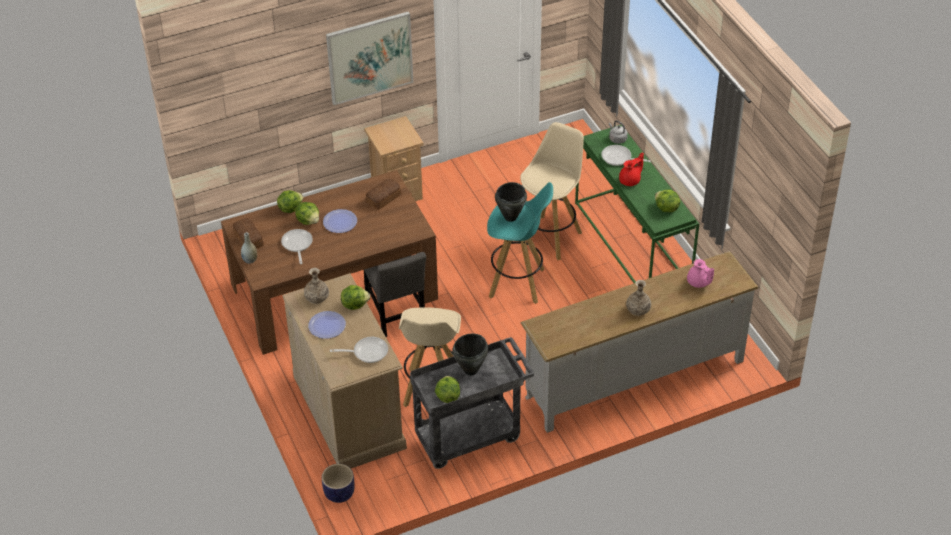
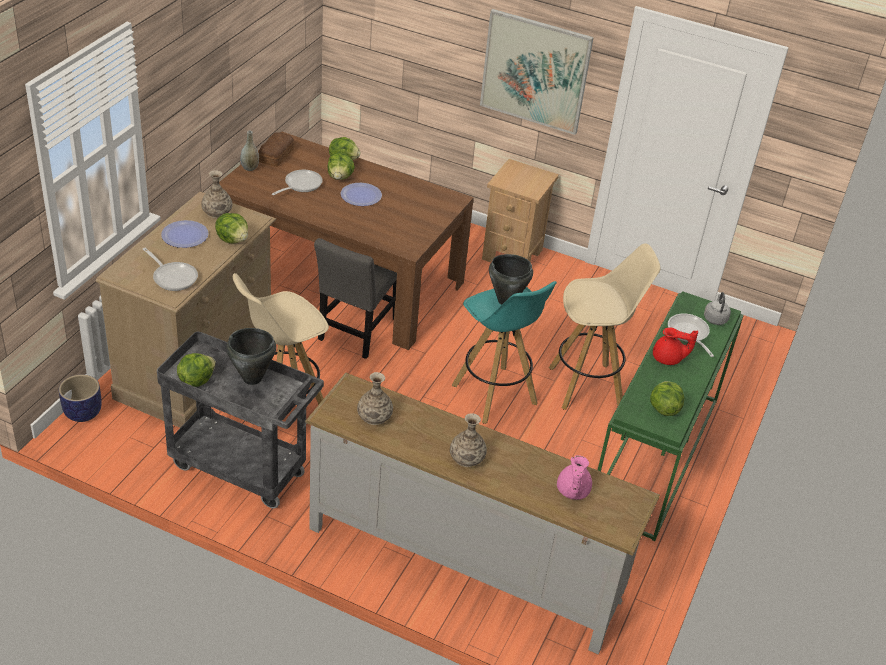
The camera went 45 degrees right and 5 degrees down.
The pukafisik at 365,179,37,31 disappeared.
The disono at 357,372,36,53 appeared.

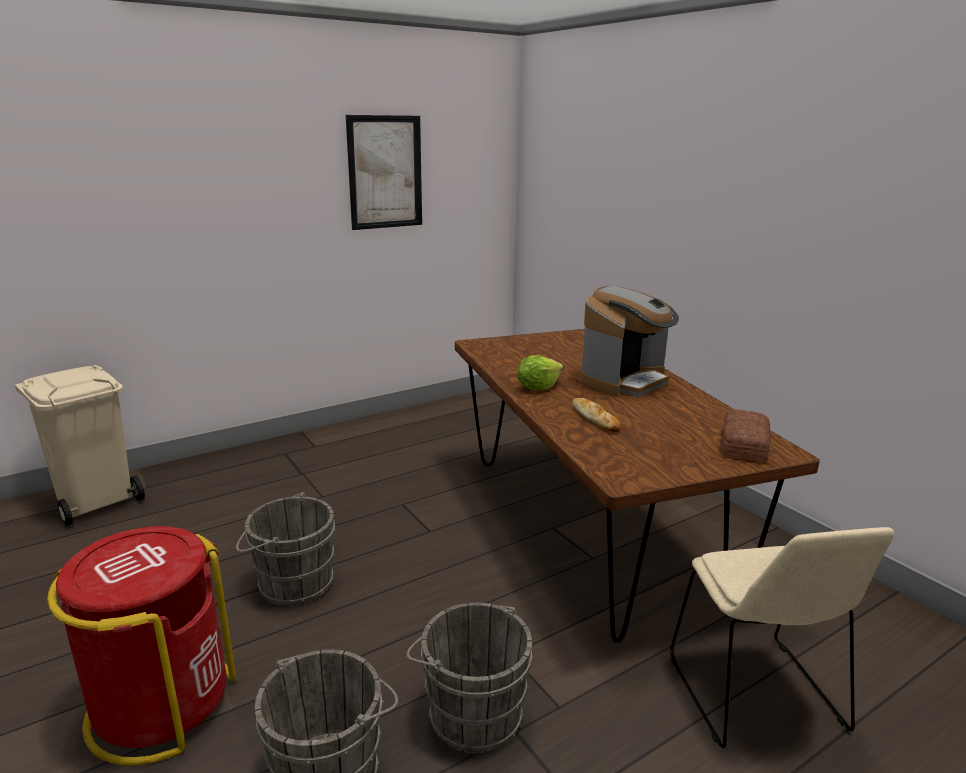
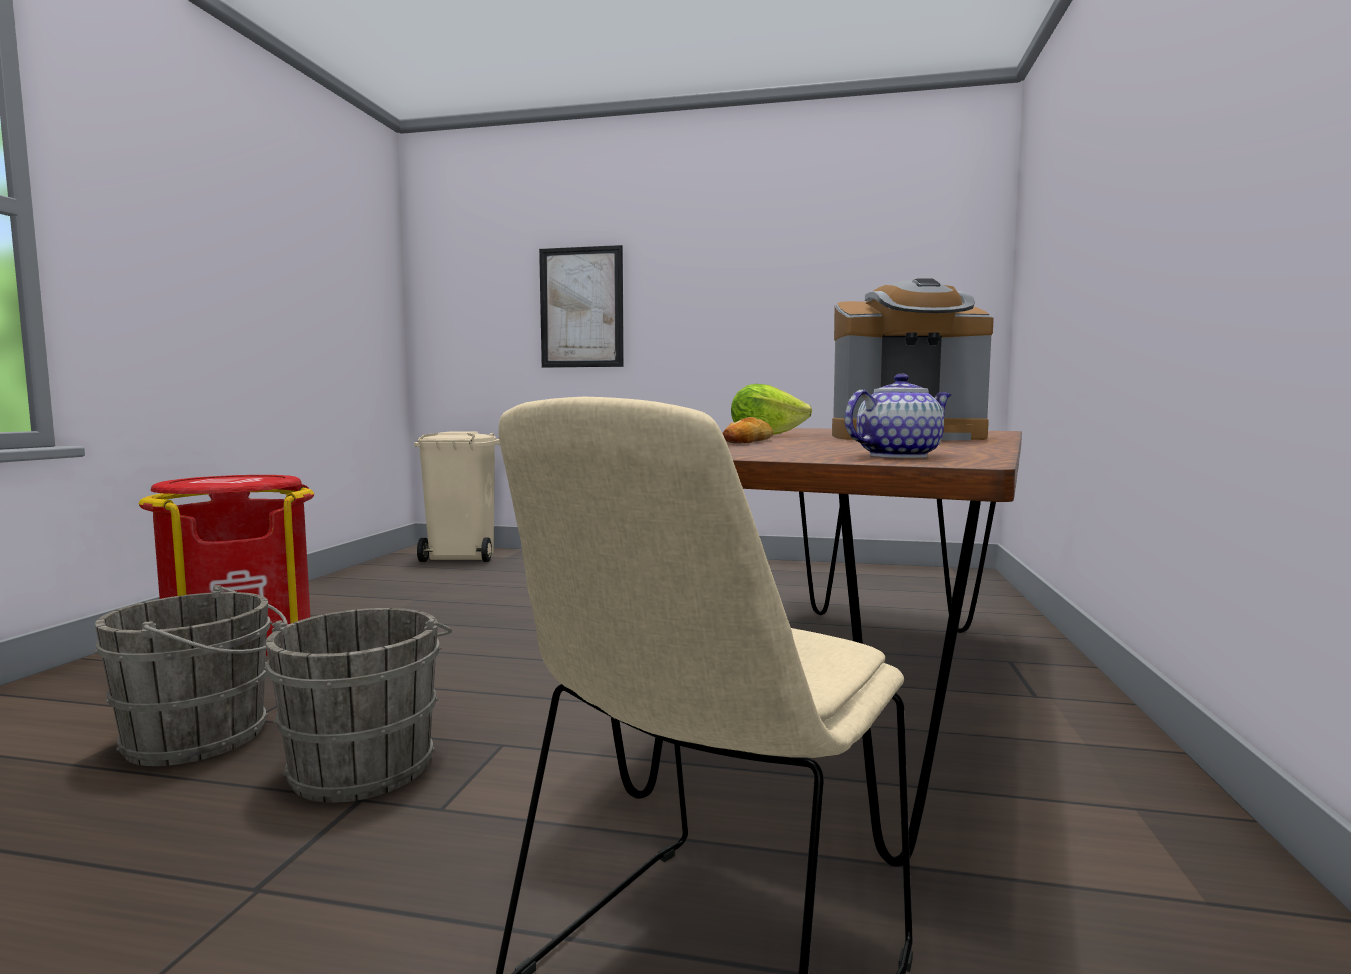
The camera went 45 degrees right and 15 degrees down.
The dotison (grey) at 236,492,99,115 disappeared.
The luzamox moved from 346,115,76,115 to 539,245,85,123.
The pukafisik at 722,409,49,53 was replaced by the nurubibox at 844,374,107,84.

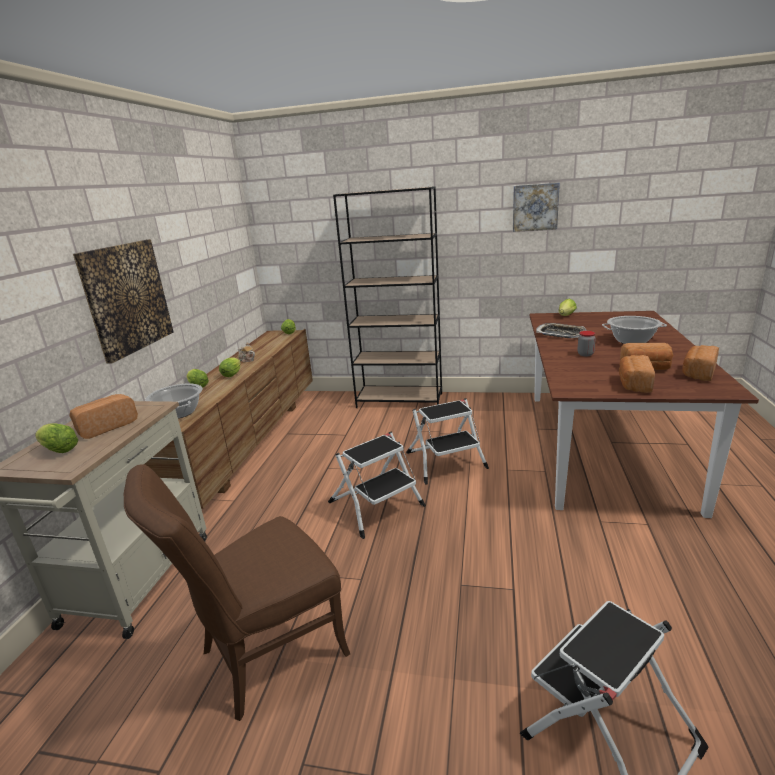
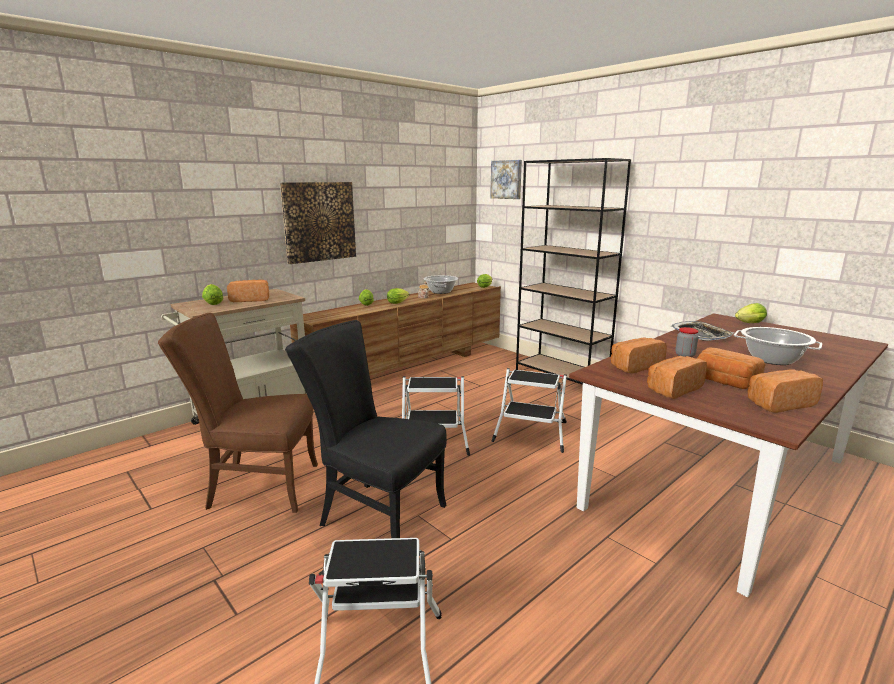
The camera went 35 degrees right and 5 degrees down.
The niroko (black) at 285,320,162,218 appeared.
The pukafisik at 611,338,56,36 appeared.
The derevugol moved from 145,383,58,36 to 424,275,34,19.
The luzamox moved from 513,183,47,49 to 490,160,32,39.

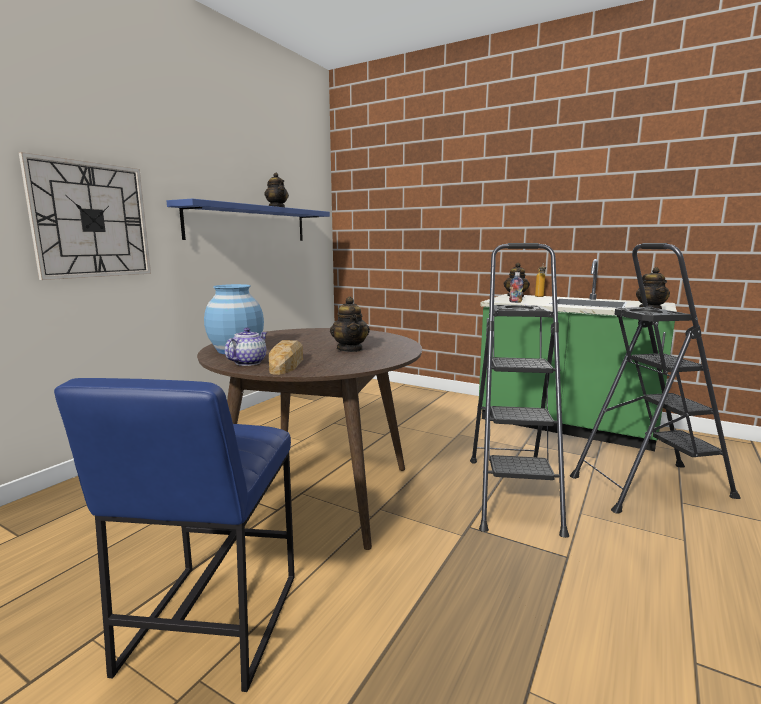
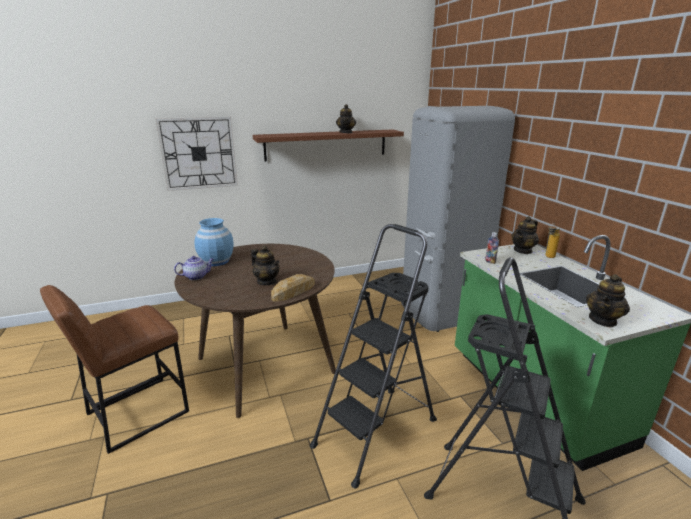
The camera went 40 degrees right and 10 degrees up.
The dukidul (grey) at 401,106,114,226 appeared.
The pukafisik moved from 269,340,34,35 to 271,274,44,28.
The niroko (blue) at 54,378,241,314 became the niroko (brown) at 40,285,149,169.
The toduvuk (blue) at 166,199,164,42 became the toduvuk (brown) at 253,129,151,32.
The nurubibox at 330,297,40,55 turned 75 degrees counterclockwise.

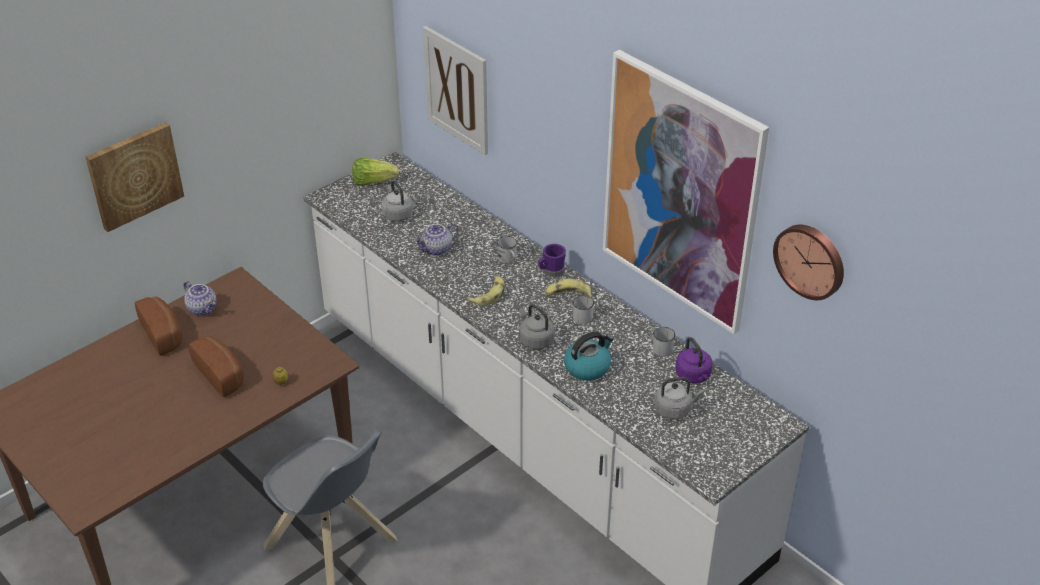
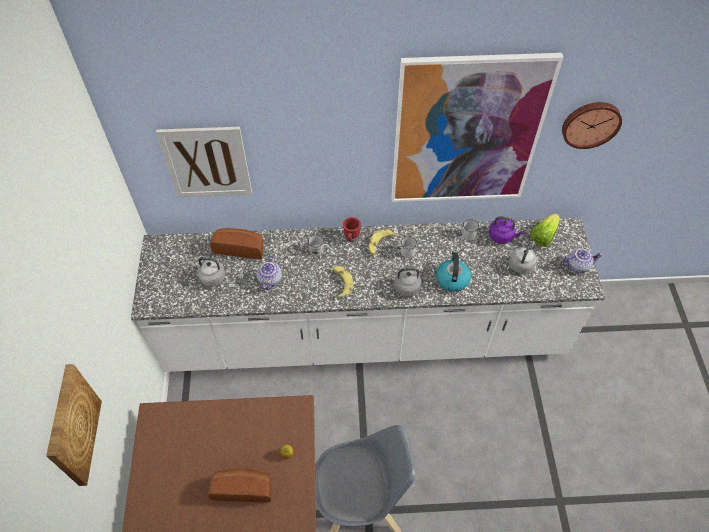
The camera went 50 degrees left and 15 degrees up.
The pukafisik moved from 135,296,48,60 to 210,228,54,31.
The nurubibox moved from 184,281,33,35 to 560,248,43,25.
The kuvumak moved from 352,158,47,28 to 531,214,29,33.
The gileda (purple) at 538,244,28,33 became the gileda (red) at 343,217,18,25.

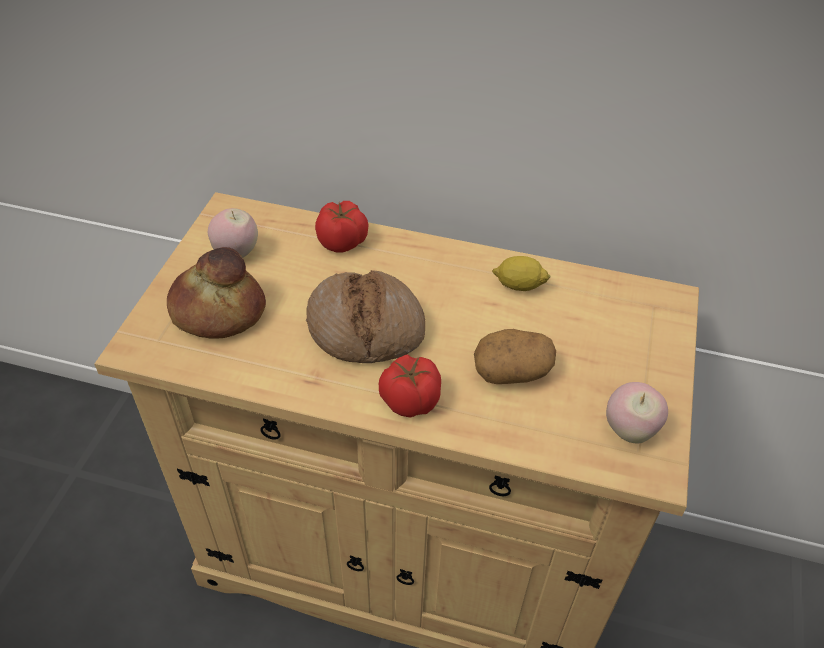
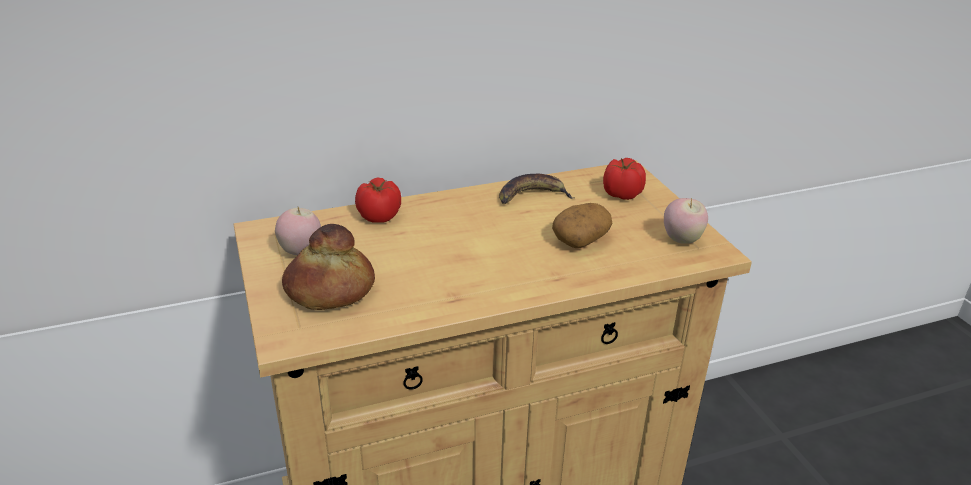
The camera went 35 degrees left and 15 degrees down.
The pukafisik at 306,270,119,93 disappeared.
The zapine moved from 379,354,62,64 to 603,158,43,42.
The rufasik at 492,256,58,35 was replaced by the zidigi at 499,174,76,30.

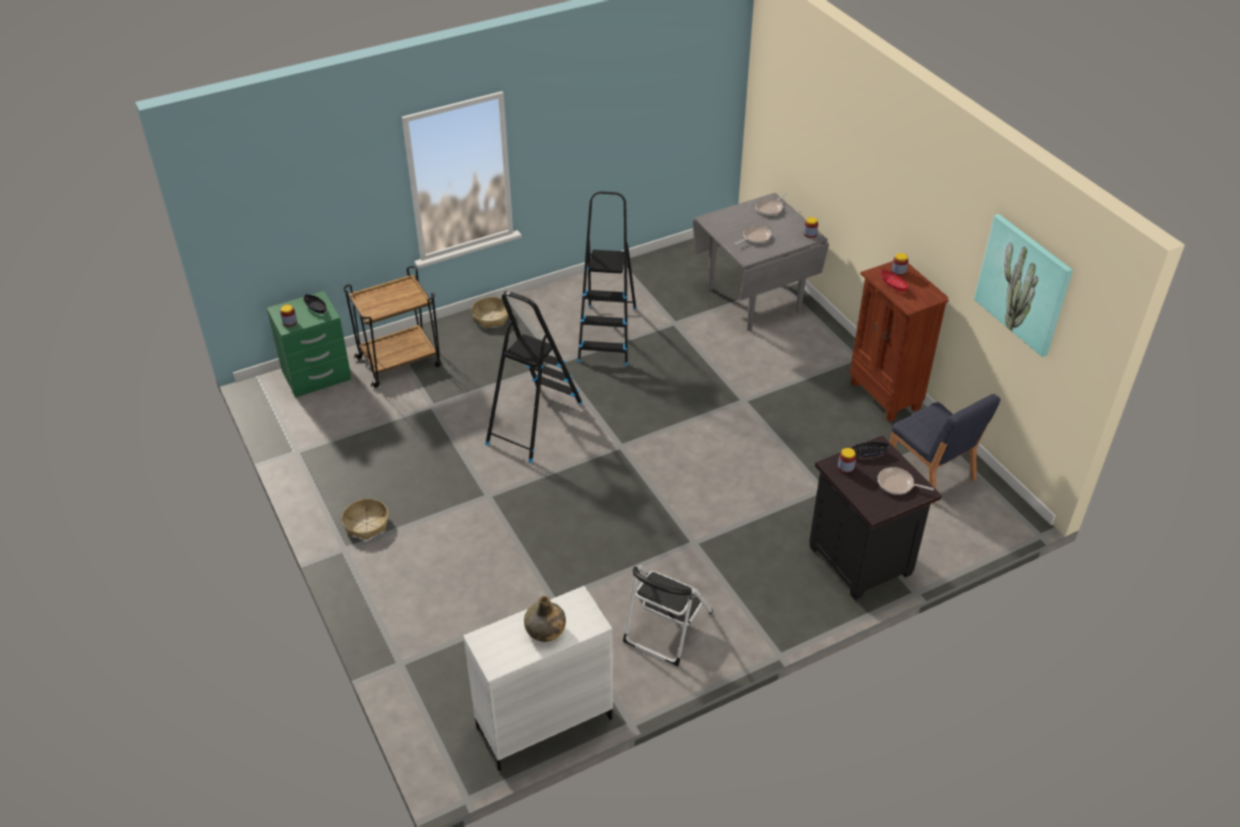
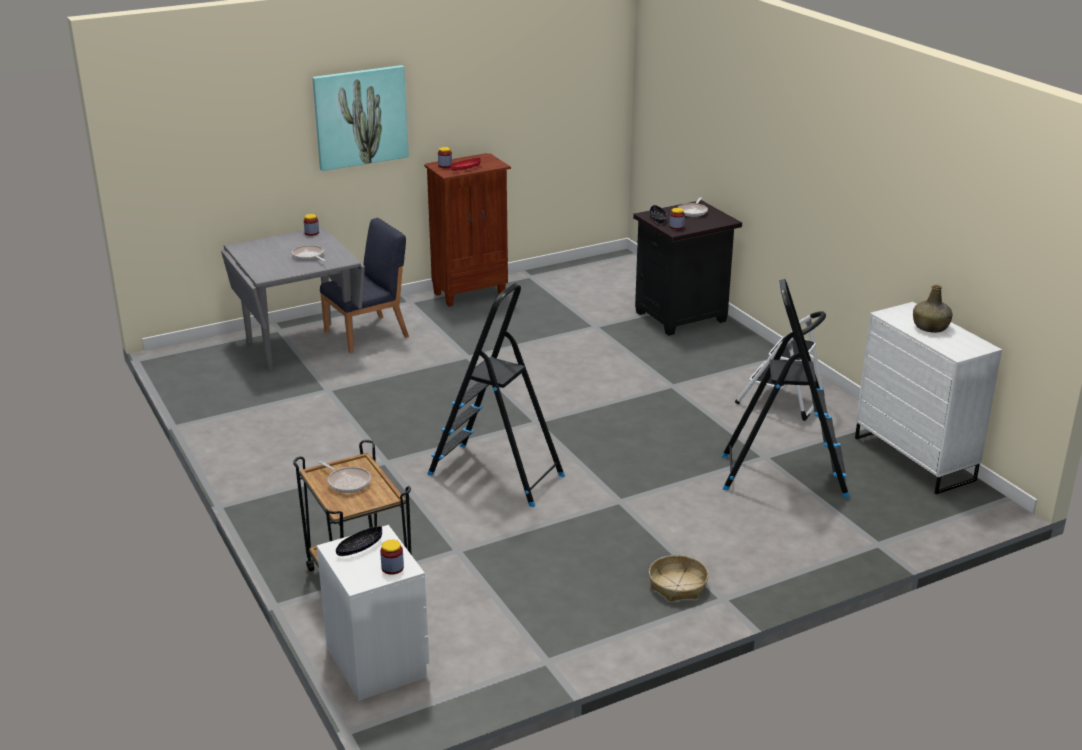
The camera went 90 degrees left and 15 degrees down.
The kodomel at 471,297,38,31 disappeared.
The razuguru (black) moved from 578,191,58,175 to 721,279,129,218.
The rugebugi moved from 755,193,32,23 to 319,461,52,32.
The niroko (blue) moved from 890,394,110,110 to 320,218,89,135.
The luzamox moved from 974,214,99,143 to 312,65,97,106.
The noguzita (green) at 267,291,84,106 became the noguzita (white) at 317,525,112,176.

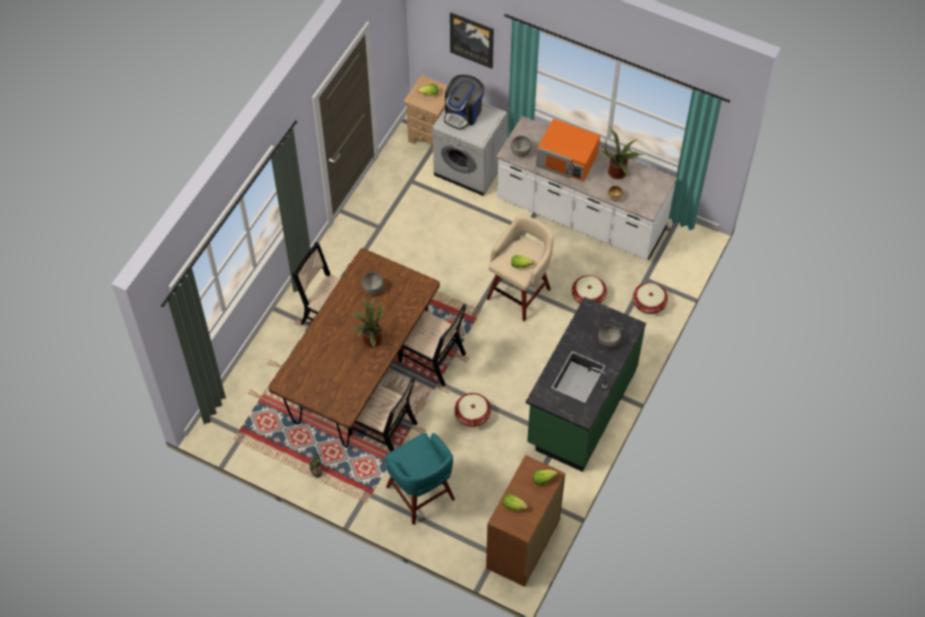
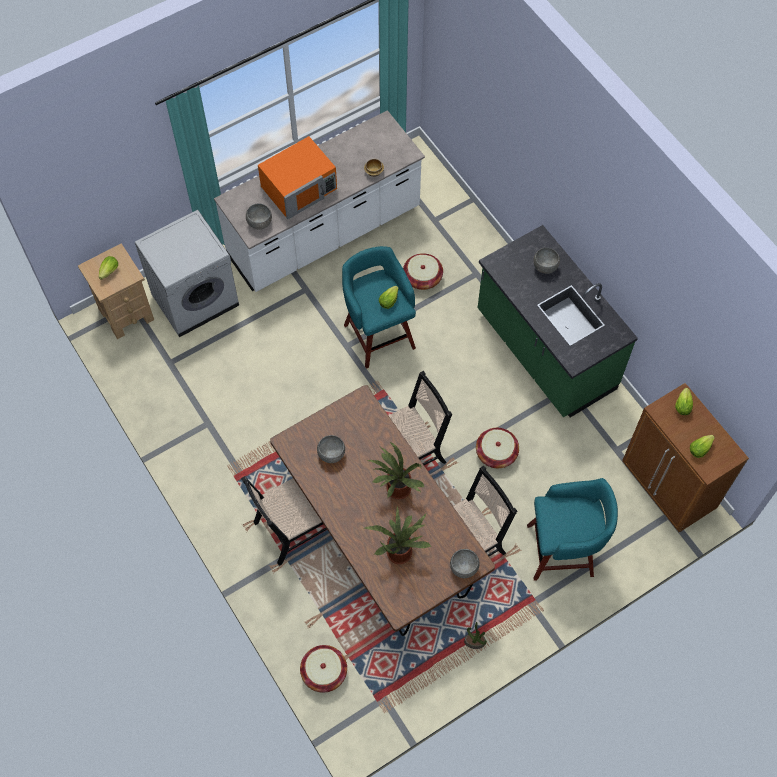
The camera went 60 degrees left and 5 degrees up.
The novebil at 444,75,41,55 disappeared.
The luzamox at 450,12,44,57 disappeared.
The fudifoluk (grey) at 450,549,30,29 appeared.
The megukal moved from 602,127,43,53 to 364,505,68,59.
The kodomel moved from 633,282,35,32 to 300,645,47,48.
The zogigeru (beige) at 487,215,67,107 became the zogigeru (turquoise) at 342,246,74,123.

